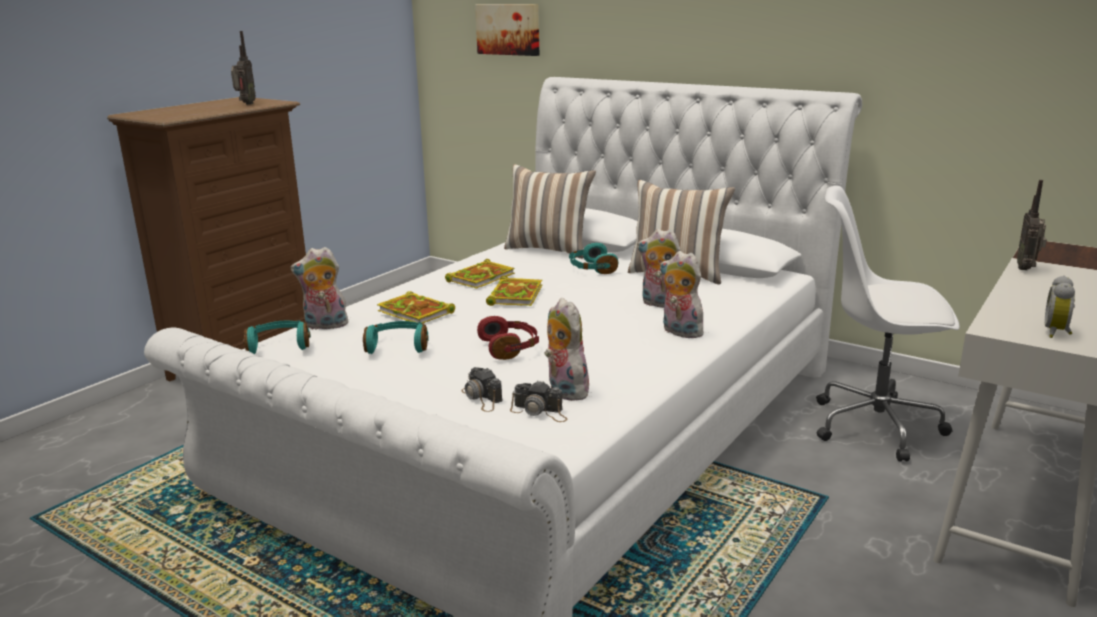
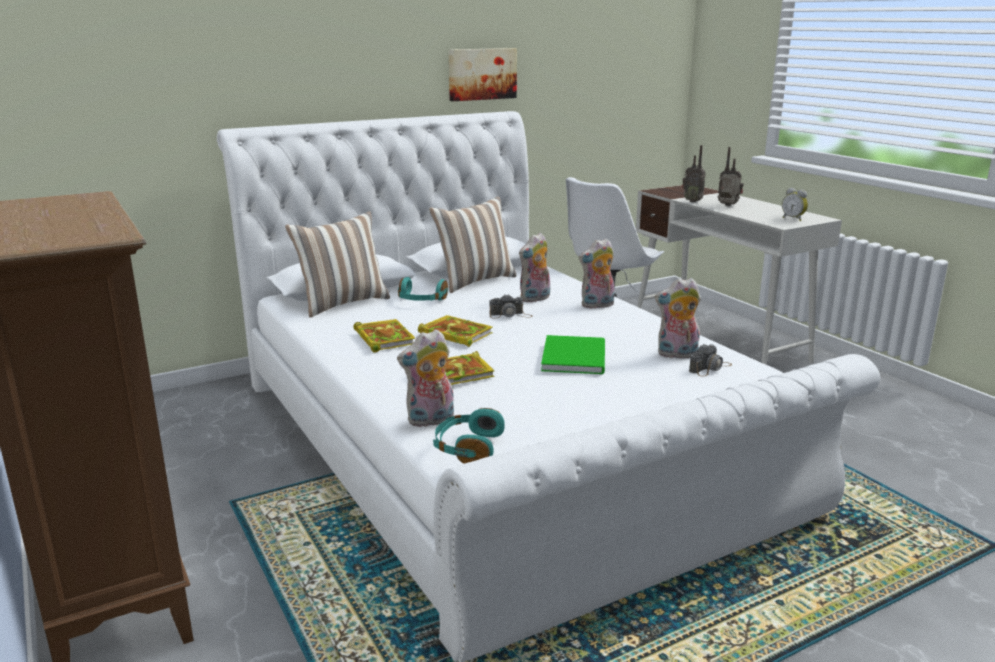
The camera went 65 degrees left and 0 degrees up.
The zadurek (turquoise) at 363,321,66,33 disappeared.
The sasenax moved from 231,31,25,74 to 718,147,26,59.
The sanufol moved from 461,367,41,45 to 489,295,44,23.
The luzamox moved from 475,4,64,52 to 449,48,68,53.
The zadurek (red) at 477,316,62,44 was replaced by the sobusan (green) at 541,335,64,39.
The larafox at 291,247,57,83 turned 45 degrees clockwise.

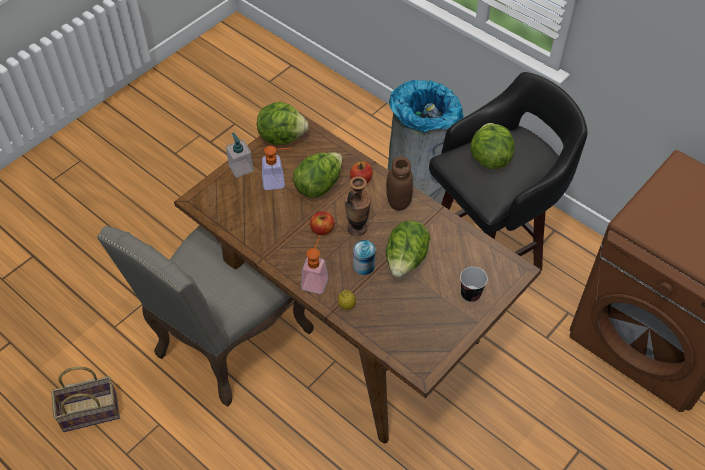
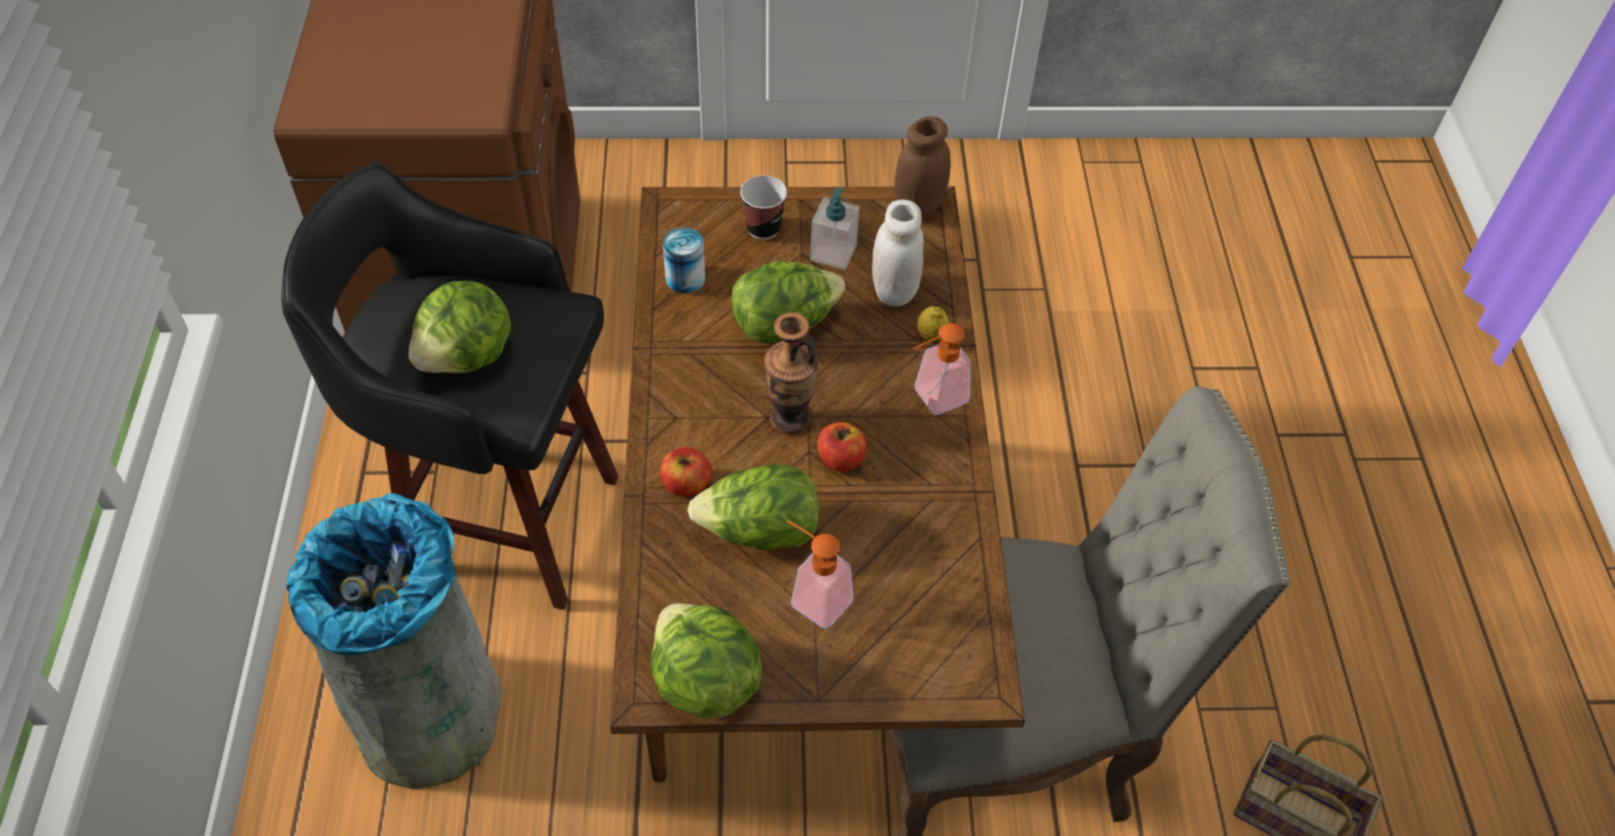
The camera went 135 degrees left and 0 degrees up.
The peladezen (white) at 872,200,52,107 appeared.
The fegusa moved from 225,132,29,46 to 810,187,49,83.
The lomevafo moved from 353,240,22,35 to 663,228,42,66.
The peladezen (brown) moved from 386,157,27,54 to 894,116,57,103.

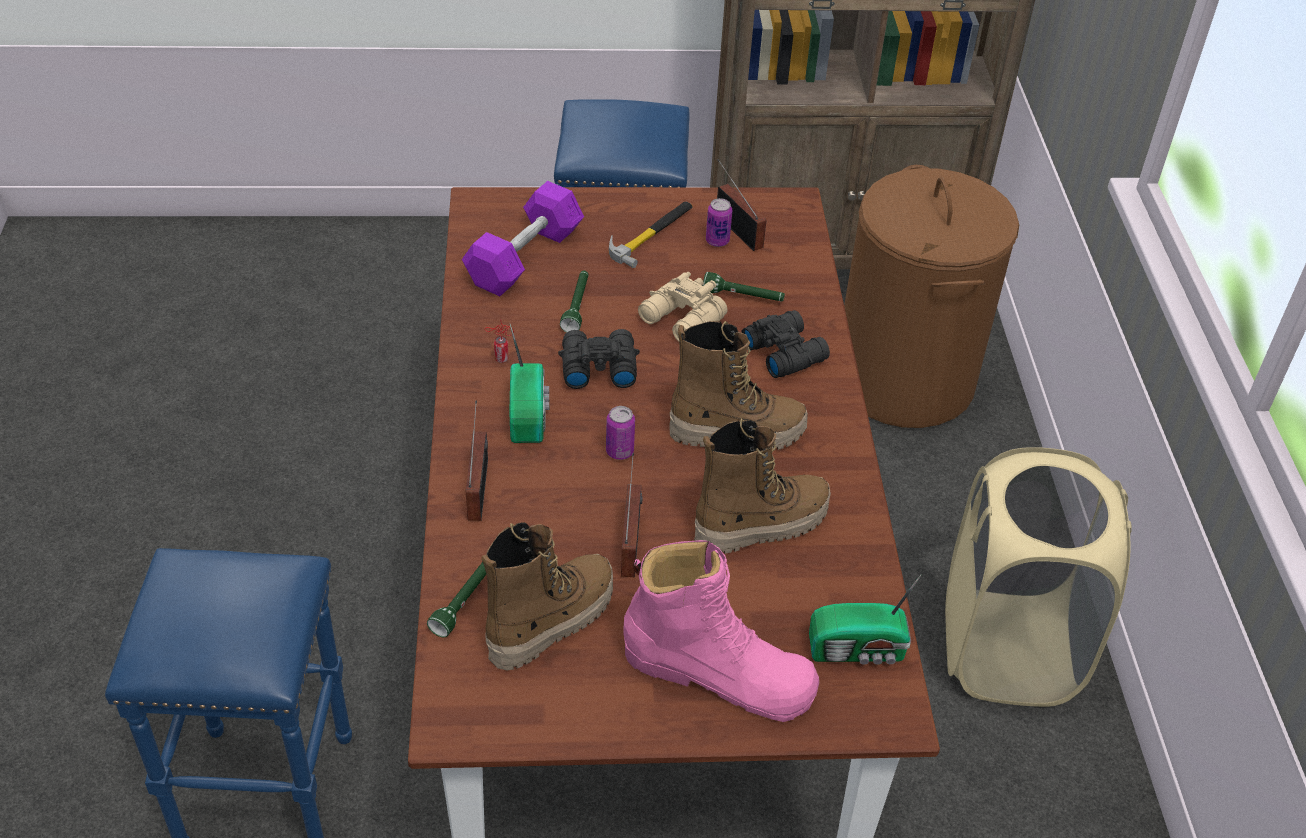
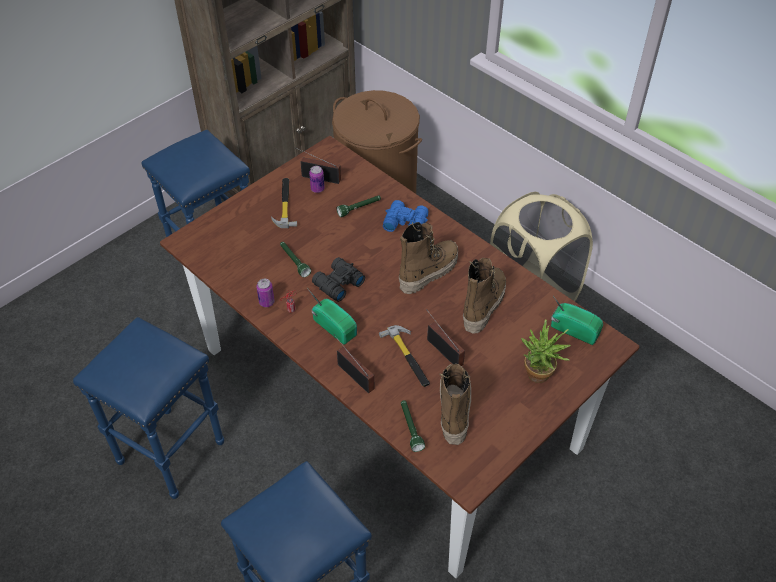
The camera went 40 degrees left and 5 degrees up.
The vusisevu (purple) at 462,181,122,115 disappeared.
The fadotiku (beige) at 638,272,90,70 disappeared.
The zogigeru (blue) at 73,317,151,182 appeared.
The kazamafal at 379,325,51,62 appeared.
The lomevafo moved from 606,406,29,54 to 256,279,19,28.
The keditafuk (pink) at 623,540,196,182 was replaced by the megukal at 521,319,50,64.
The fadotiku (black) at 741,310,89,68 became the fadotiku (blue) at 383,200,46,32.
The sasenax at 809,574,113,91 turned 105 degrees counterclockwise.

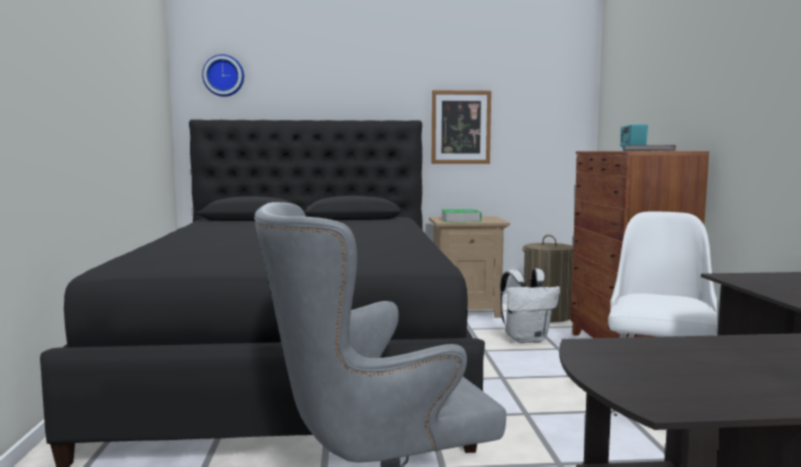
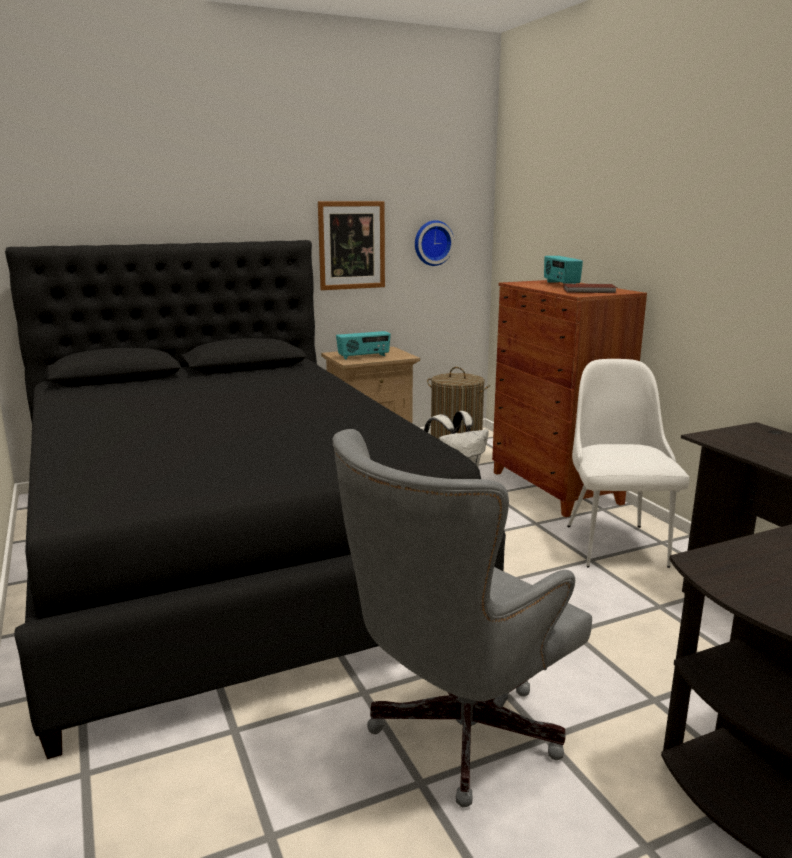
The camera went 20 degrees left and 10 degrees up.
The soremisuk moved from 202,54,42,43 to 415,220,39,46.
The sobusan at 441,209,41,13 was replaced by the sasenax at 336,331,55,29.

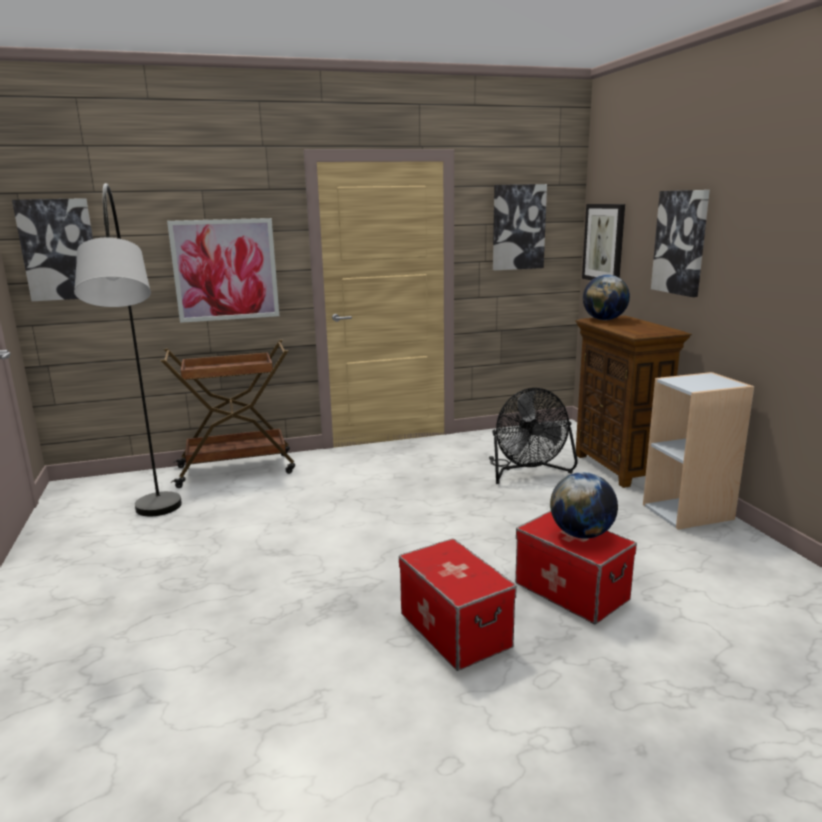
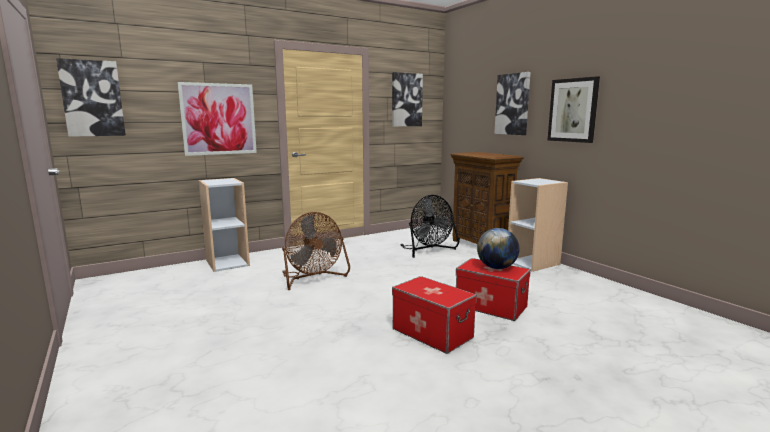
The camera went 15 degrees left and 5 degrees down.
The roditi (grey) at 74,183,108,333 disappeared.
The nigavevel at 583,275,47,45 disappeared.
The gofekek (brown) at 282,212,68,78 appeared.
The luzamox moved from 582,204,43,76 to 547,76,53,67.
The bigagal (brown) at 160,340,135,148 was replaced by the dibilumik at 199,178,51,94.

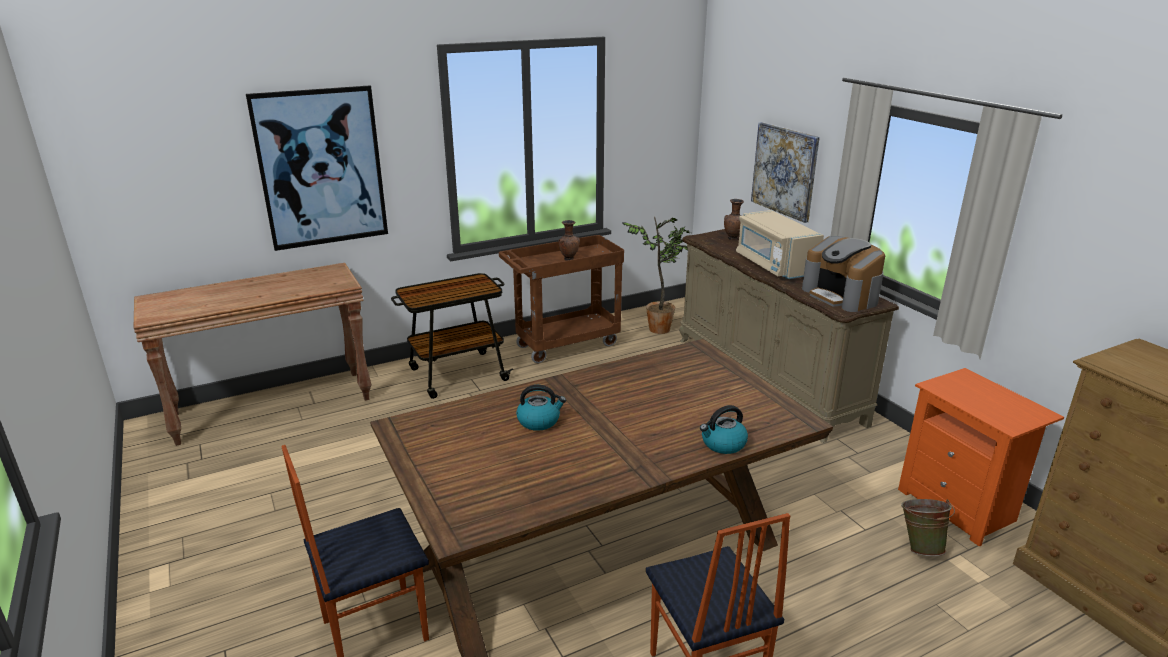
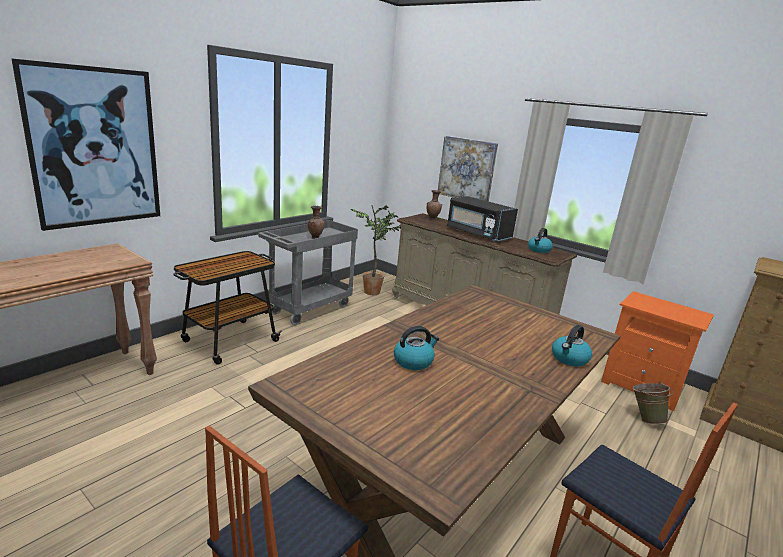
The camera went 25 degrees left and 5 degrees down.
The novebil at 802,236,83,76 was replaced by the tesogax at 528,228,25,25.
The bigagal (brown) at 499,235,125,128 became the bigagal (grey) at 258,220,100,105.
The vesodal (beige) at 736,210,88,69 became the vesodal (black) at 447,196,71,46.

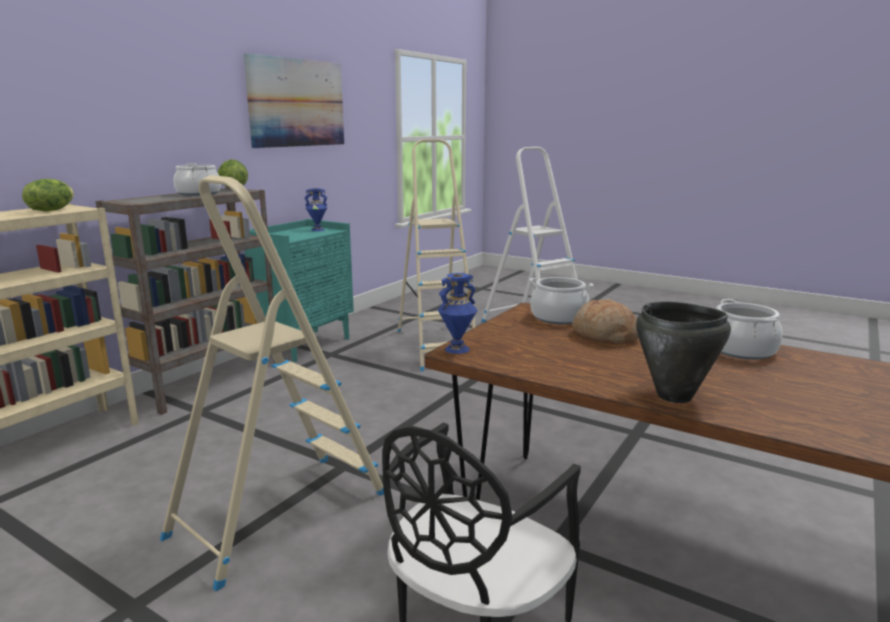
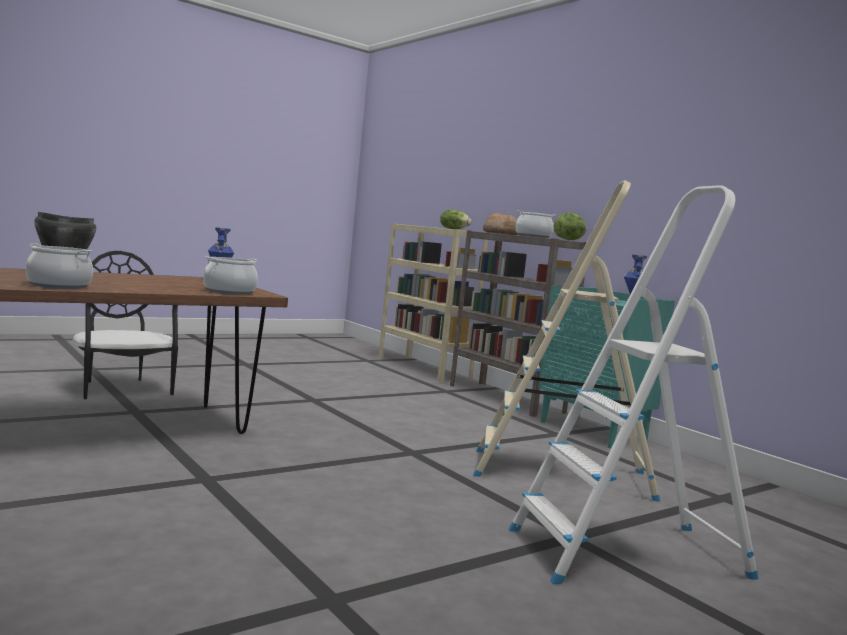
The camera went 110 degrees right and 10 degrees down.
The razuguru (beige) at 160,175,224,416 disappeared.
The luzamox at 244,53,100,95 disappeared.
The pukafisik moved from 572,299,67,45 to 483,213,35,22.

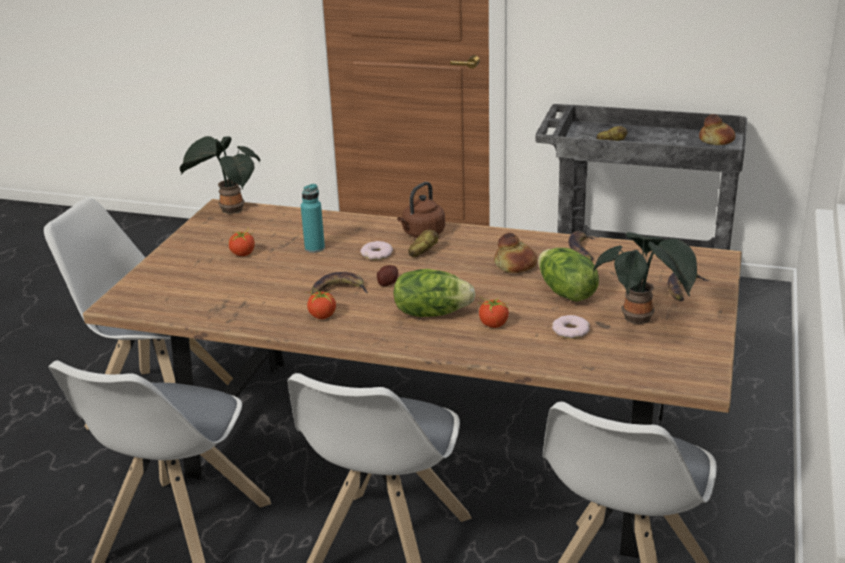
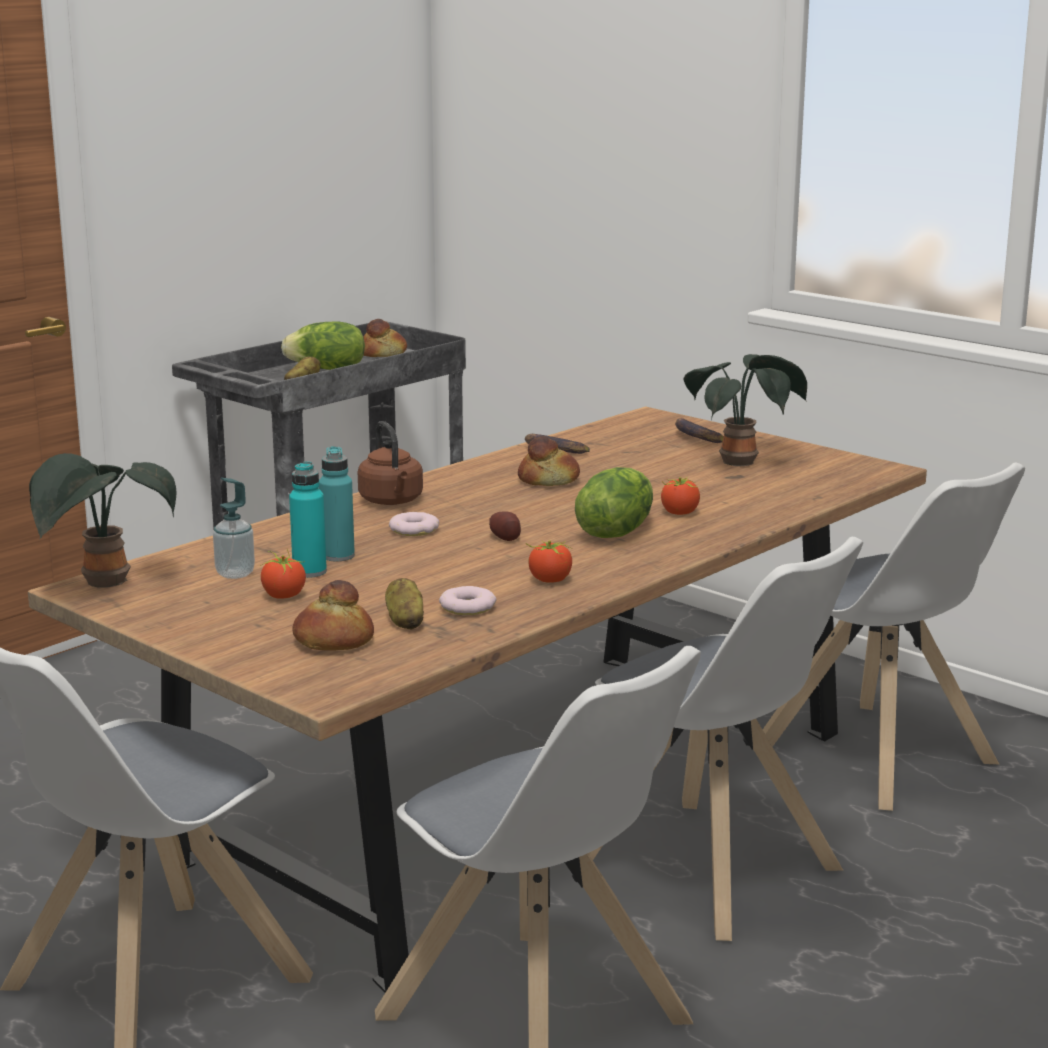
The camera went 65 degrees left and 10 degrees down.
The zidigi at 311,272,57,23 disappeared.
The fegusa at 213,478,42,101 appeared.
The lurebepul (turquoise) at 289,461,38,117 appeared.
The pukafisik at 292,580,82,71 appeared.
The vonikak moved from 408,230,30,27 to 385,578,39,52.
The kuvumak moved from 538,248,61,54 to 281,321,84,49.
The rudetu moved from 552,315,38,24 to 439,586,58,29.

